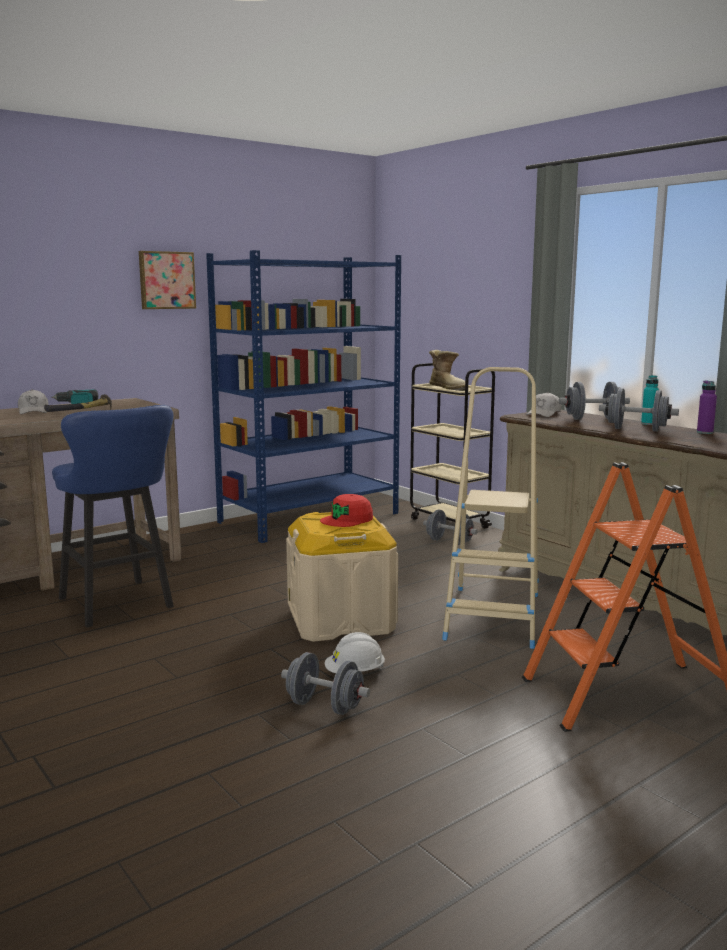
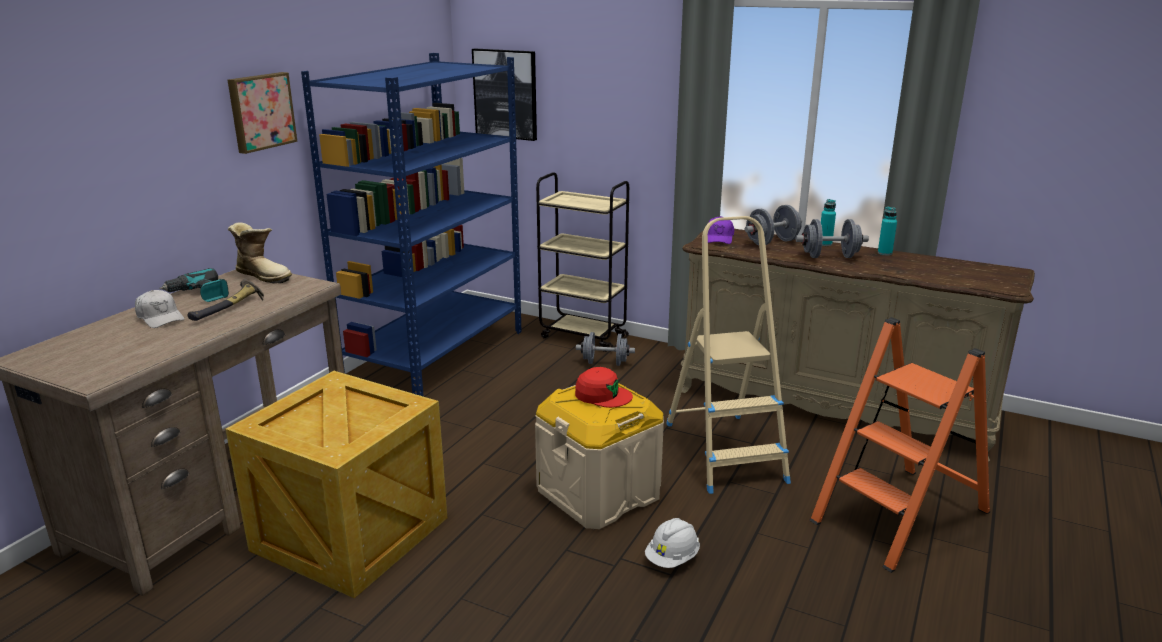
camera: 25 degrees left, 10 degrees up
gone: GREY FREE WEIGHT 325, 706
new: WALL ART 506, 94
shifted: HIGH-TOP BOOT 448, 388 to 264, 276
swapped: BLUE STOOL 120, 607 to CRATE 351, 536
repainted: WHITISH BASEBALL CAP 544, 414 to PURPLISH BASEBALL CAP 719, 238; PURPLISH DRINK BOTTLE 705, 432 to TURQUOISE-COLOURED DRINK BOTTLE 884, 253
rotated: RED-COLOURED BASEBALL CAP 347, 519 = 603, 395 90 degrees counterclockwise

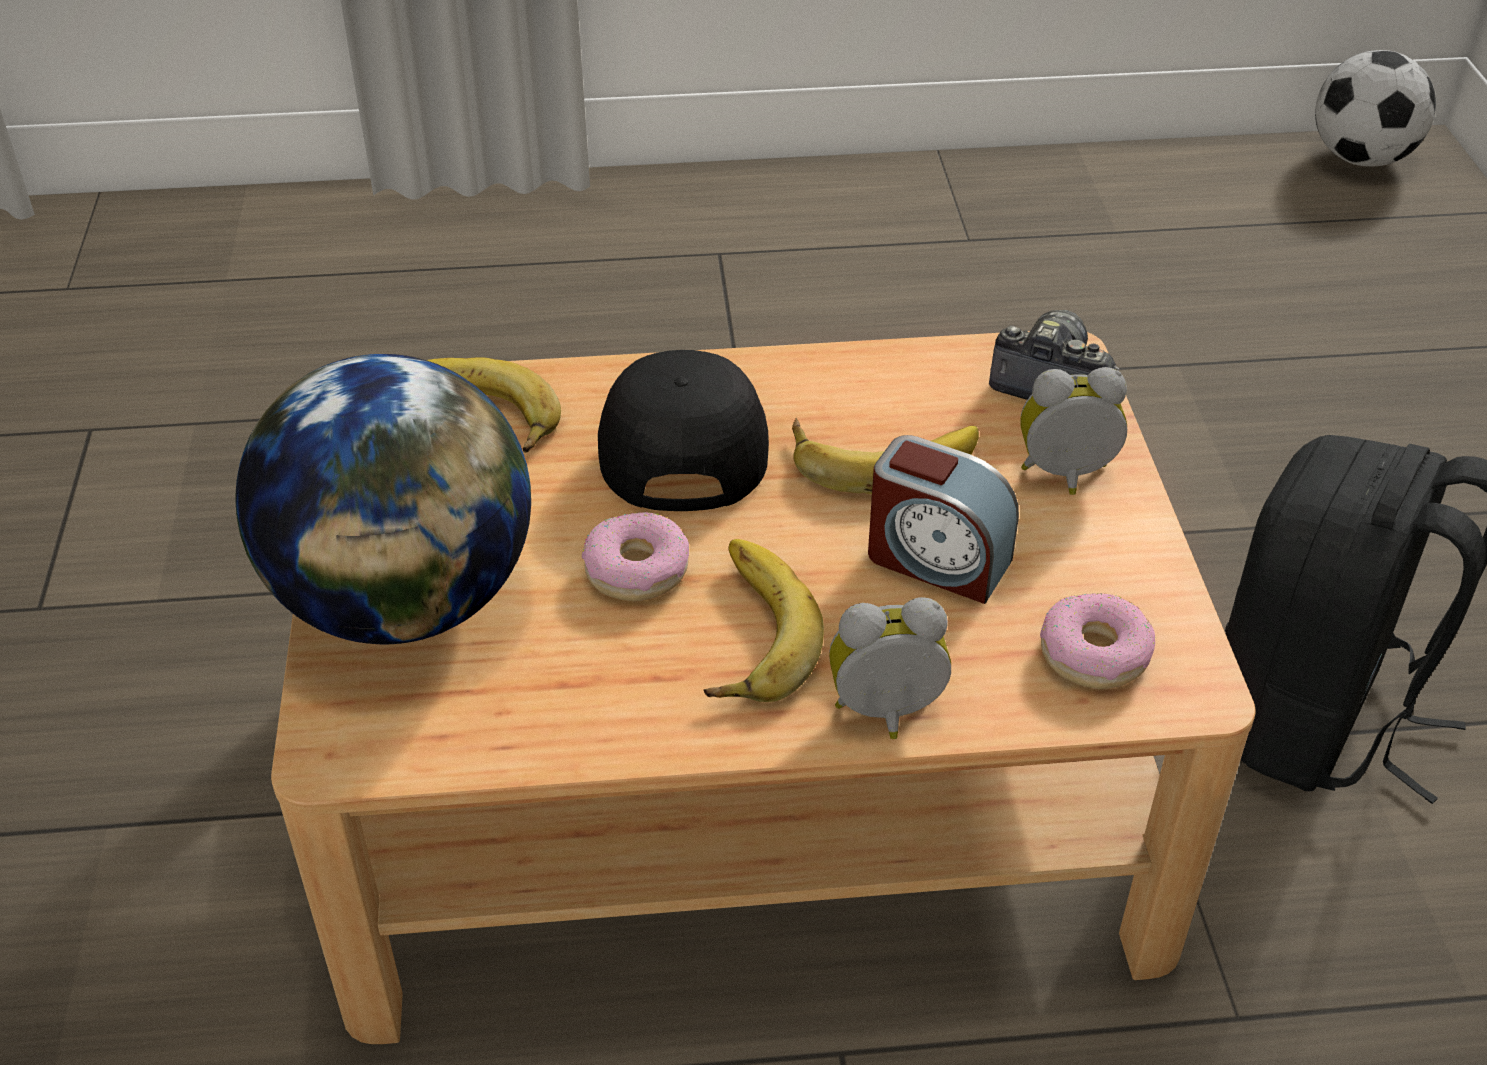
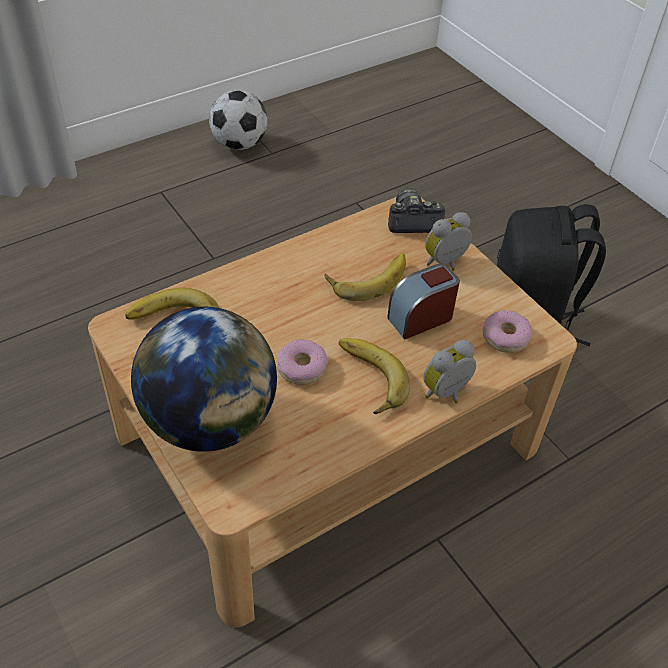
camera: 30 degrees left, 5 degrees up
gone: BLACK-COLOURED BASEBALL CAP 680, 442
shifted: FOOTBALL BALL 1361, 158 to 239, 144
rotated: BEDSIDE CLOCK 936, 560 = 420, 318 150 degrees clockwise

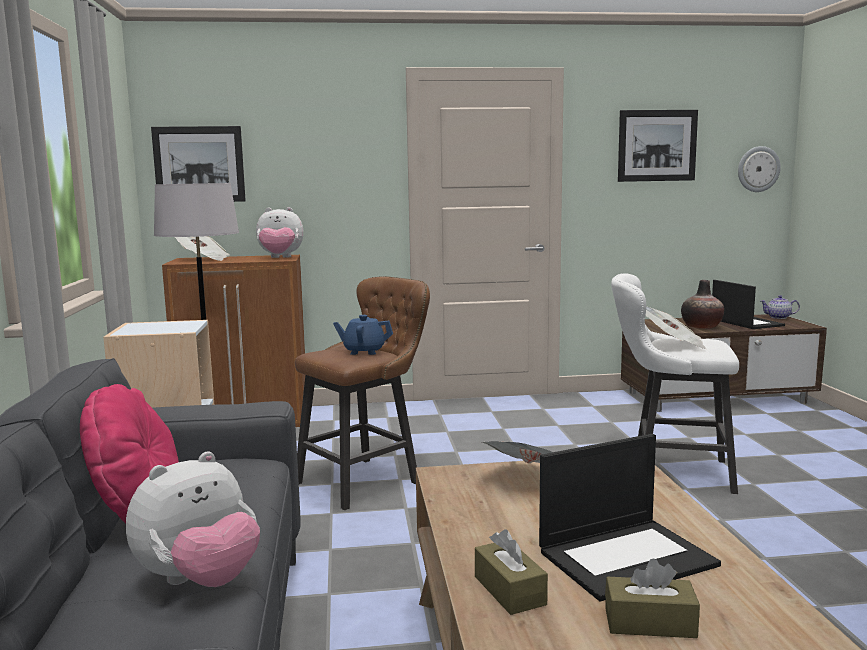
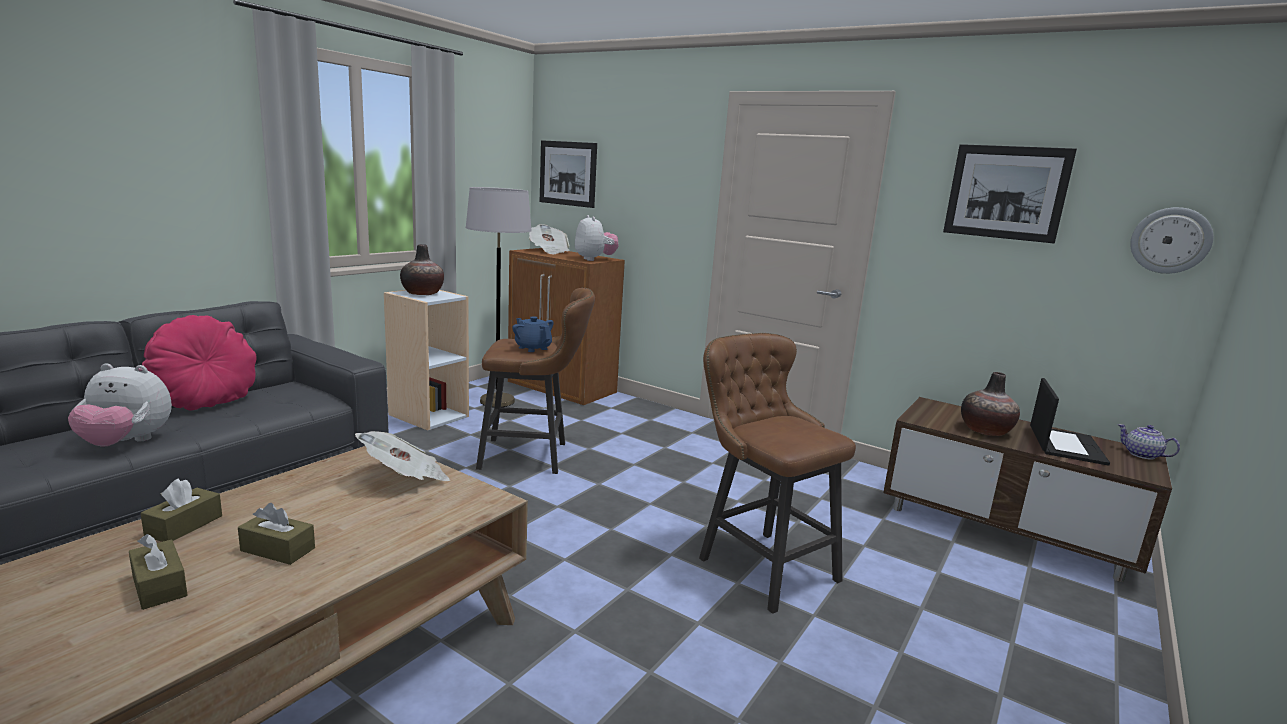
camera: 40 degrees right, 5 degrees up
gone: NEWSPAPER 673, 344
new: DECORATIVE VASE 423, 293
swapped: NOTEBOOK COMPUTER 627, 557 to BROWN TISSUE HOLDER 278, 549
repainted: WHITISH STOOL 666, 472 to BROWN STOOL 757, 561
rotated: PLUSH TOY 280, 258 = 594, 259 150 degrees counterclockwise

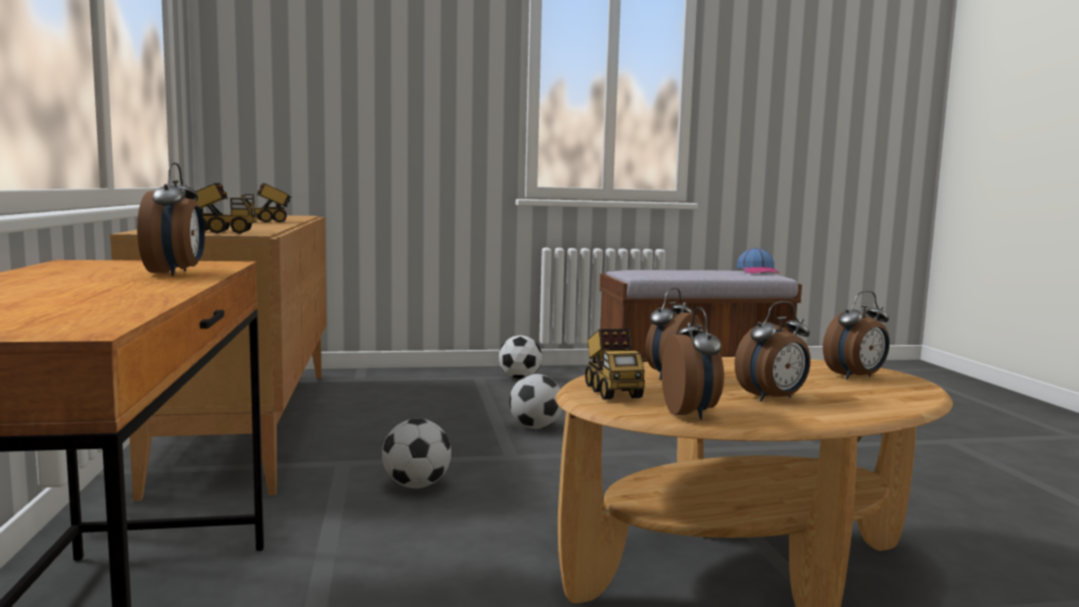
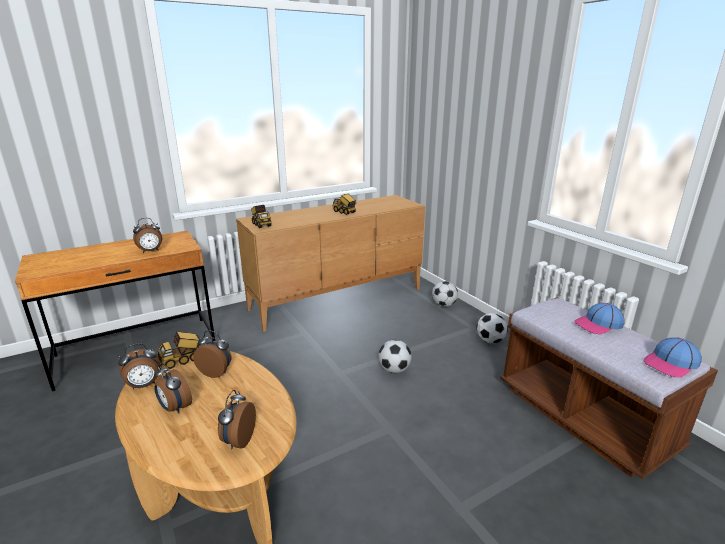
camera: 70 degrees right, 15 degrees up
new: BASEBALL CAP 598, 324
shifted: FOOTBALL BALL 416, 485 to 444, 305
rotated: BEDSIDE CLOCK 856, 377 = 238, 440 60 degrees clockwise

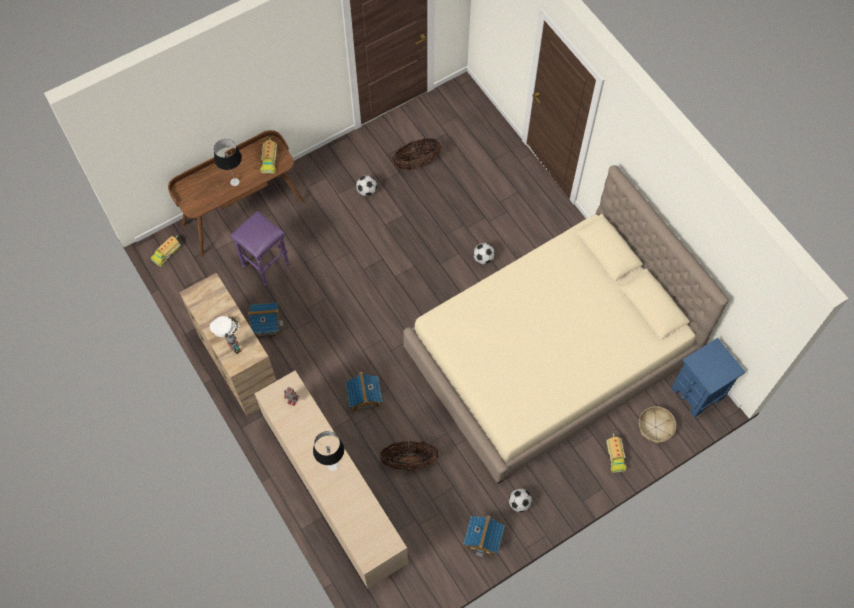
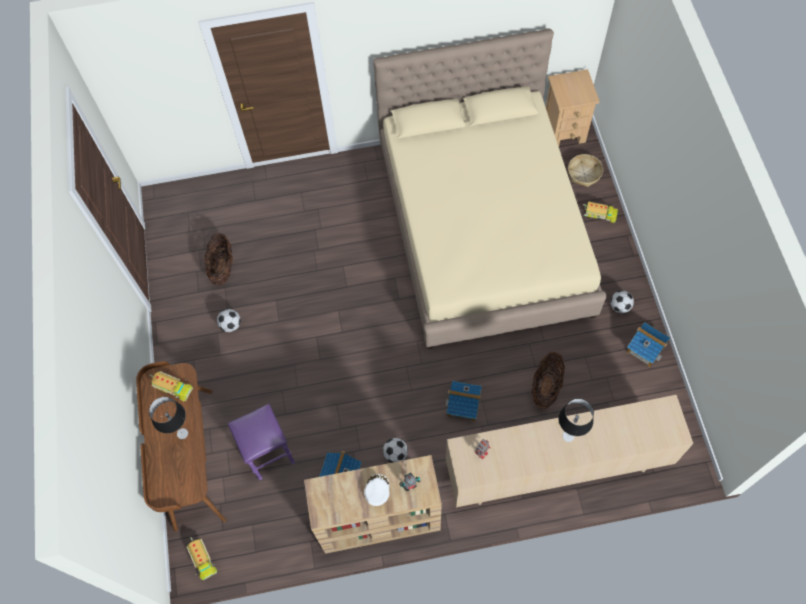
camera: 65 degrees left, 0 degrees up
shifted: FOOTBALL BALL 483, 258 to 395, 454
repainted: BLUE NIGHTSTAND 697, 394 to BEIGE-COLOURED NIGHTSTAND 564, 132

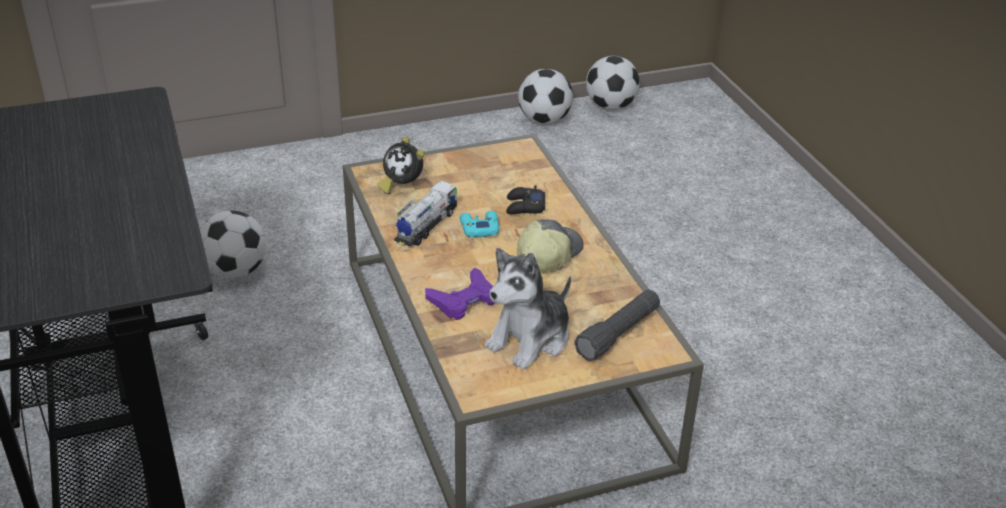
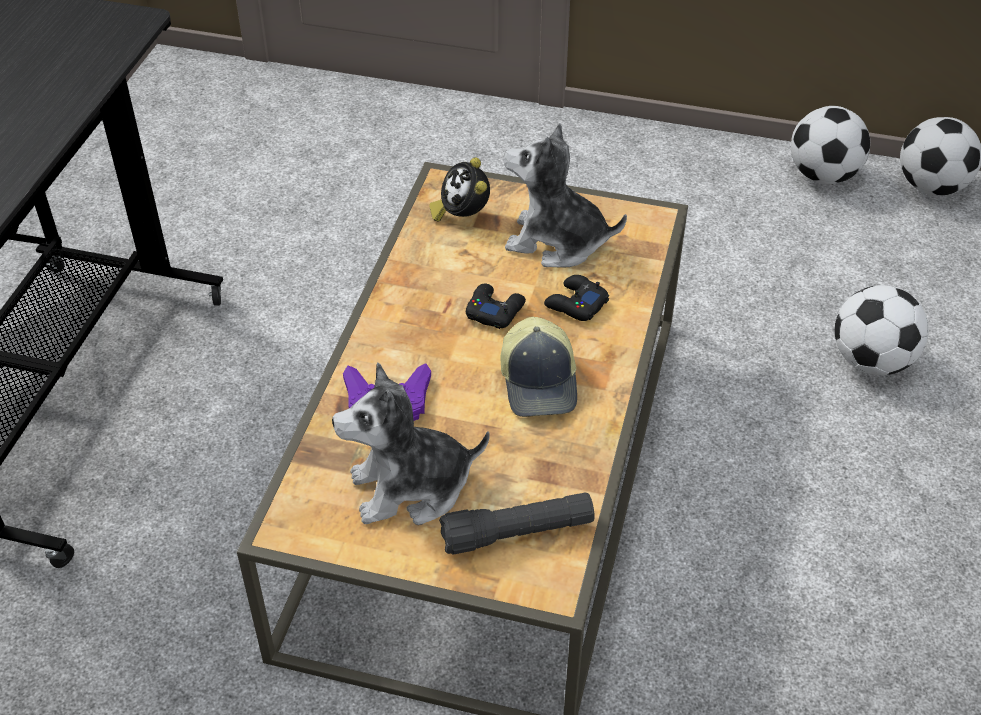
camera: 35 degrees right, 10 degrees up
gone: TOY LORRY 426, 226
new: PLUSH TOY 556, 242
shifted: FOOTBALL BALL 236, 271 to 872, 361
repainted: TURQUOISE-COLOURED GAME CONTROLLER 479, 228 to BLACK-COLOURED GAME CONTROLLER 494, 310
rotated: BASEBALL CAP 548, 254 = 540, 382 105 degrees clockwise

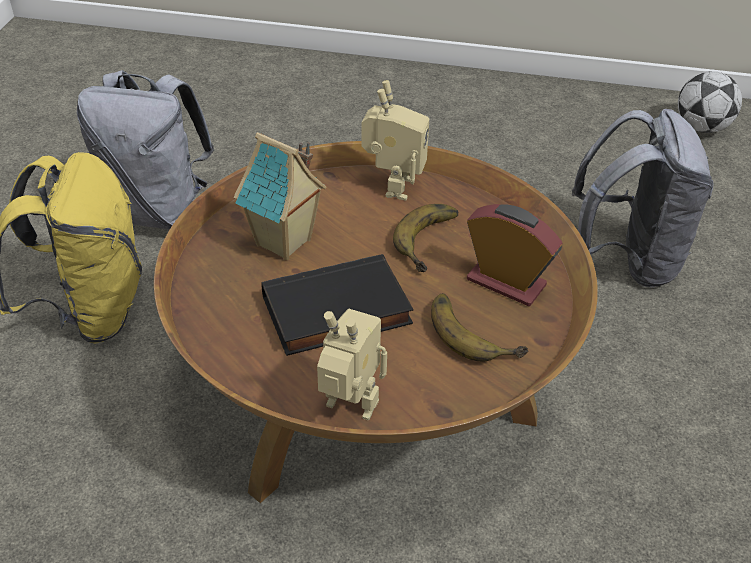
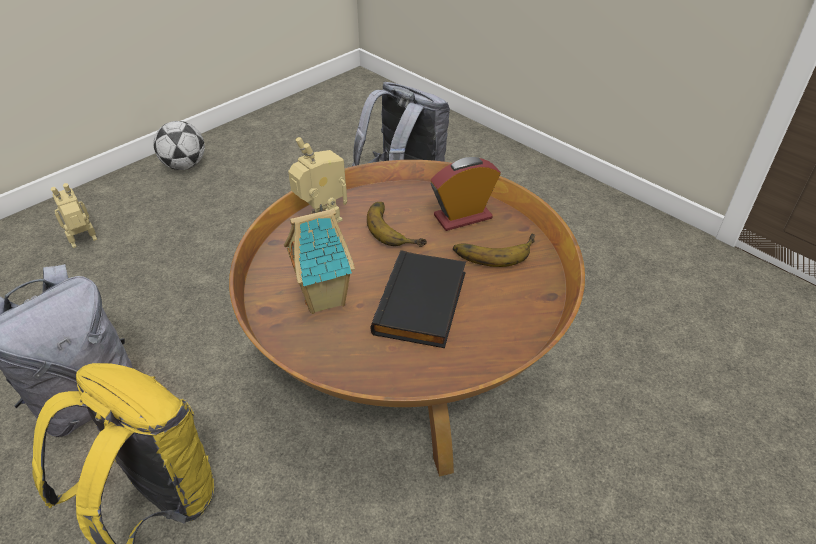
camera: 55 degrees left, 0 degrees up
shifted: TOY ROBOT 349, 410 to 84, 242; FOOTBALL BALL 701, 128 to 185, 166

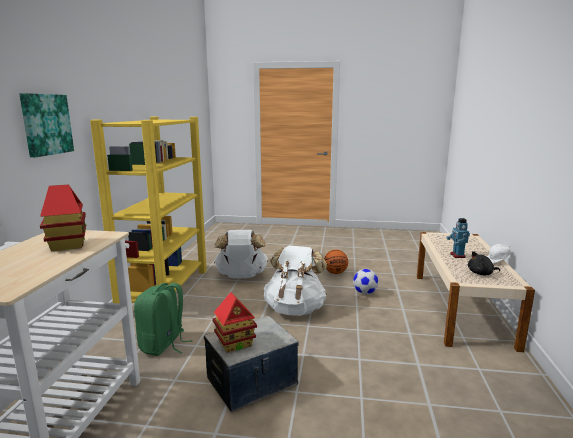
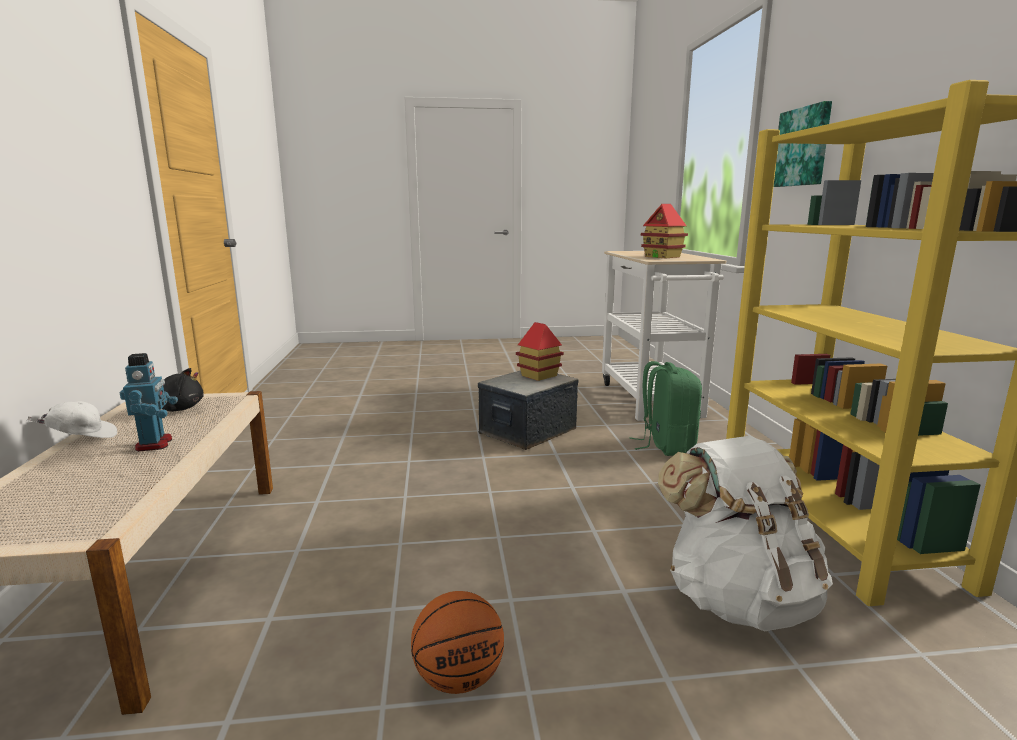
camera: 165 degrees right, 0 degrees up
gone: WHITISH KNAPSACK 295, 309; FOOTBALL BALL 364, 293

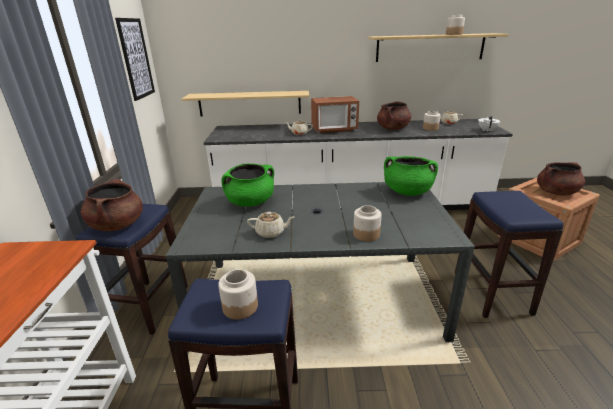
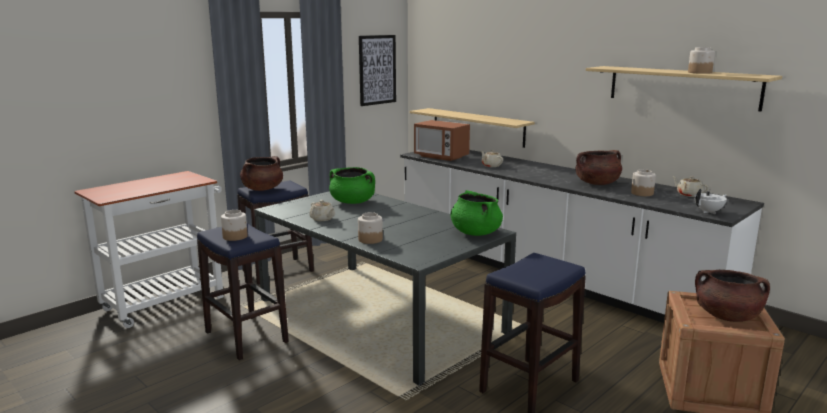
camera: 45 degrees right, 10 degrees down
shifted: MICROWAVE 334, 129 to 441, 157

